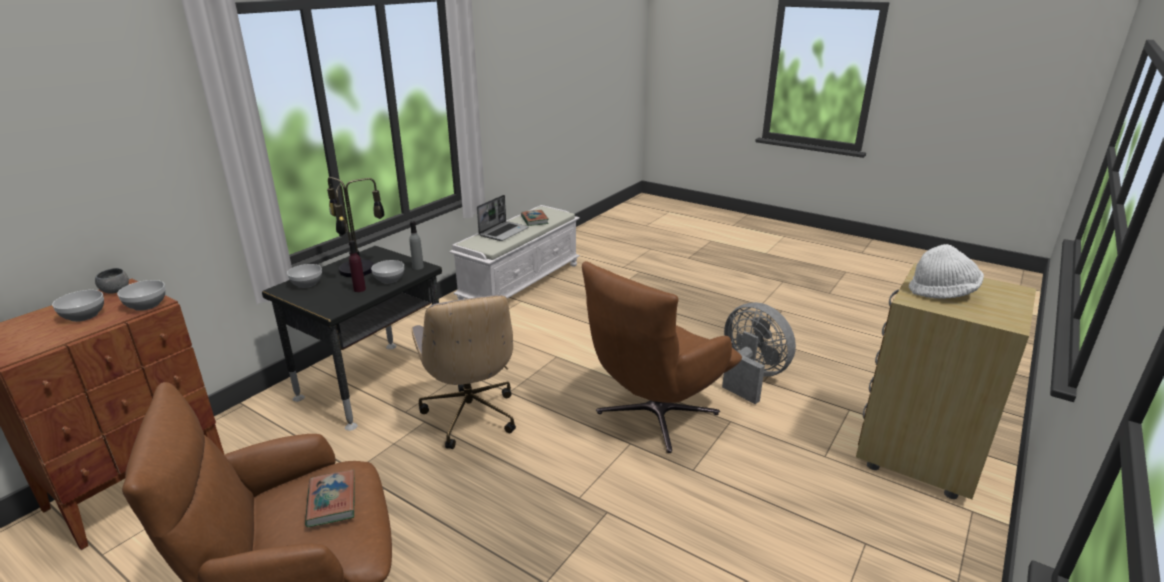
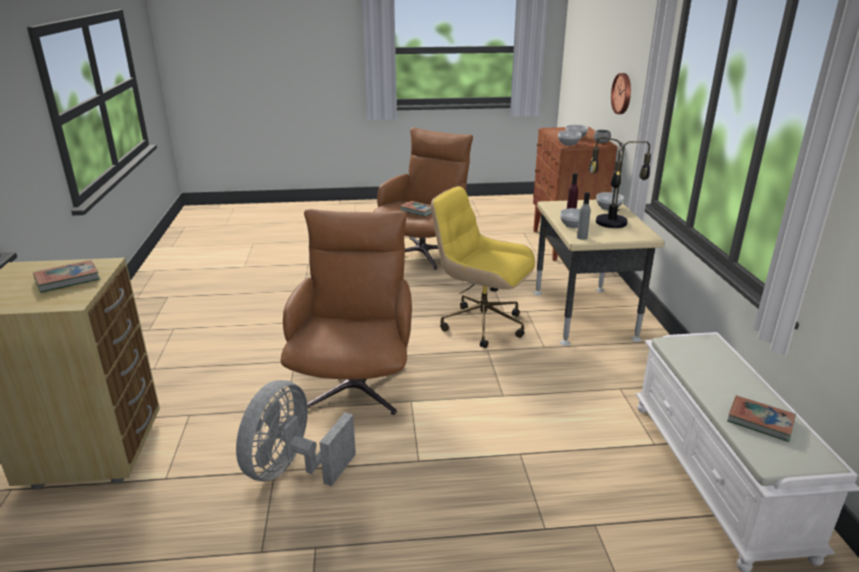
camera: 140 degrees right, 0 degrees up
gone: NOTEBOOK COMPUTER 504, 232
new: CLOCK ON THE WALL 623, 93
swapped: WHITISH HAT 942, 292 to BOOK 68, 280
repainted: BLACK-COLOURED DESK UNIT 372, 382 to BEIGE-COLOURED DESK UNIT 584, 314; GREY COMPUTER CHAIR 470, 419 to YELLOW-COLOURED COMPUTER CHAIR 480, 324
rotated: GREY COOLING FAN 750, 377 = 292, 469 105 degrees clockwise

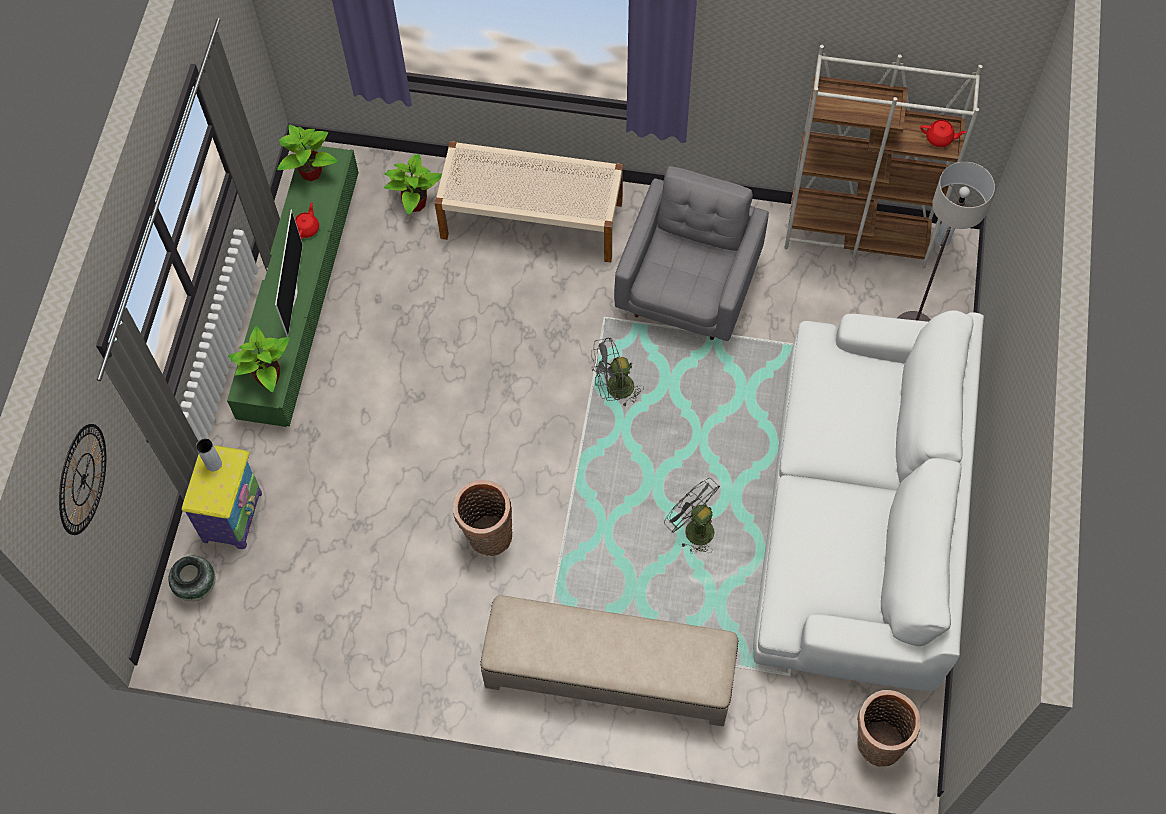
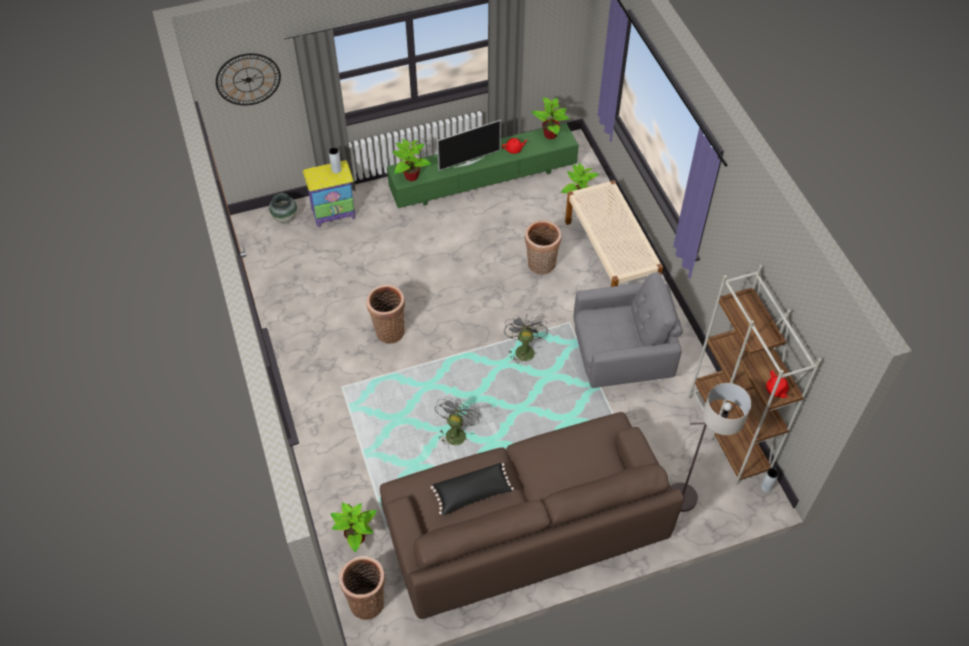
camera: 60 degrees right, 10 degrees down
gone: BEIGE-COLOURED LONG SEAT 608, 671
new: HOUSEPLANT 357, 538; BLACK-COLOURED THROW PILLOW 472, 493; HOUSEHOLD BASKET 541, 265
repainted: WHITISH SETTEE 859, 512 to BROWN SETTEE 524, 522
rotated: GREY COOLING FAN 614, 389 = 523, 349 45 degrees clockwise

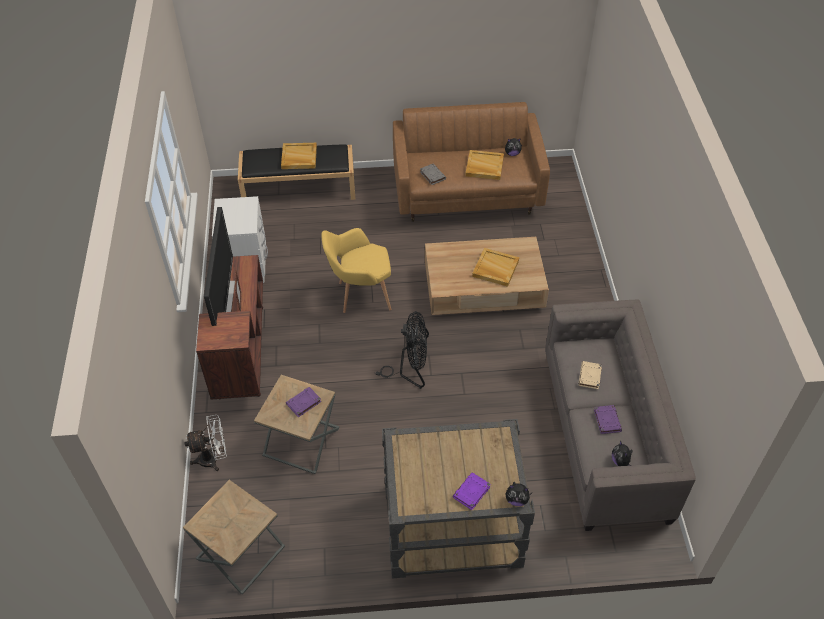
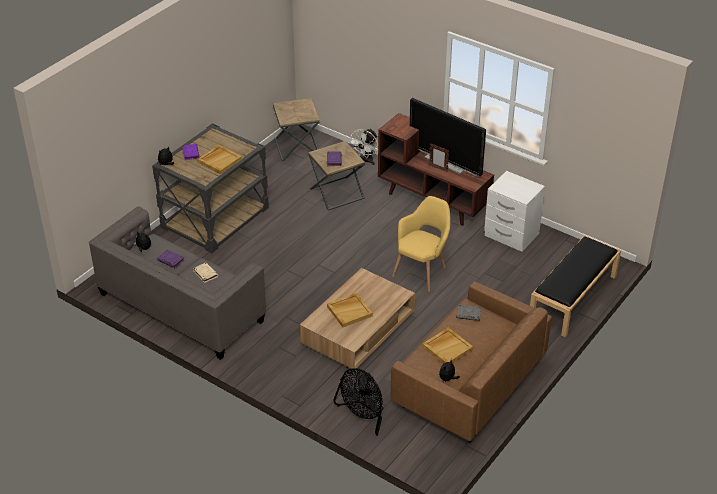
camera: 130 degrees right, 10 degrees down
shifted: BEIGE-COLOURED SERVING TRAY 298, 157 to 219, 160; BLACK-COLOURED COOLING FAN 410, 365 to 363, 413

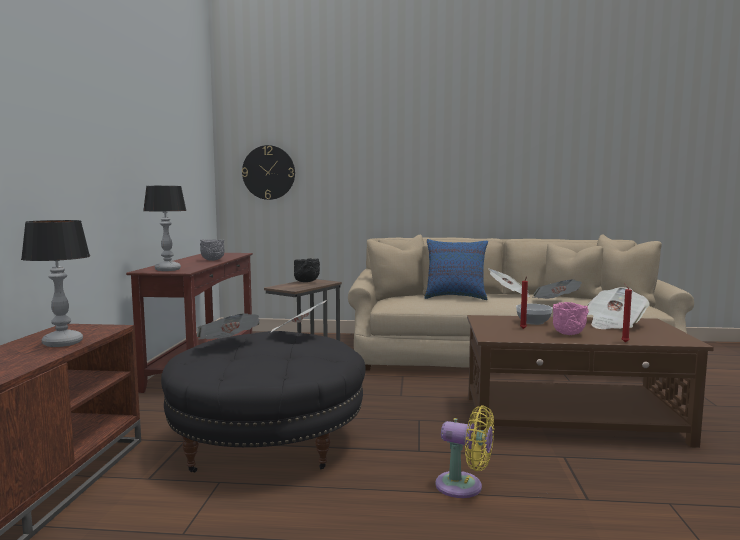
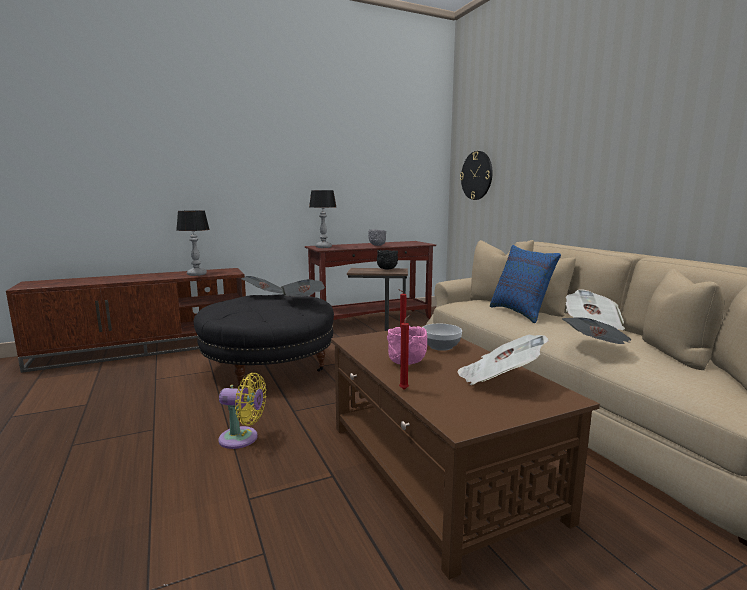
camera: 60 degrees right, 5 degrees up
rotated: YELLOW-COLOURED COOLING FAN 464, 487 = 242, 439 75 degrees counterclockwise

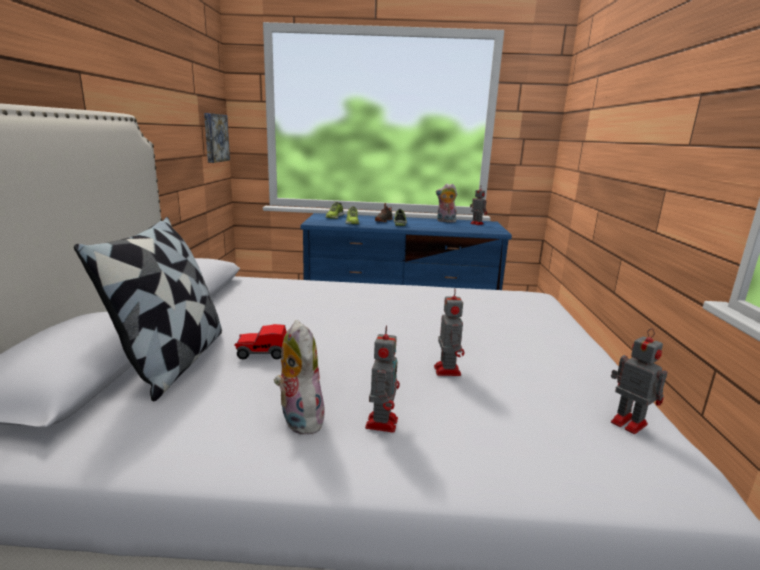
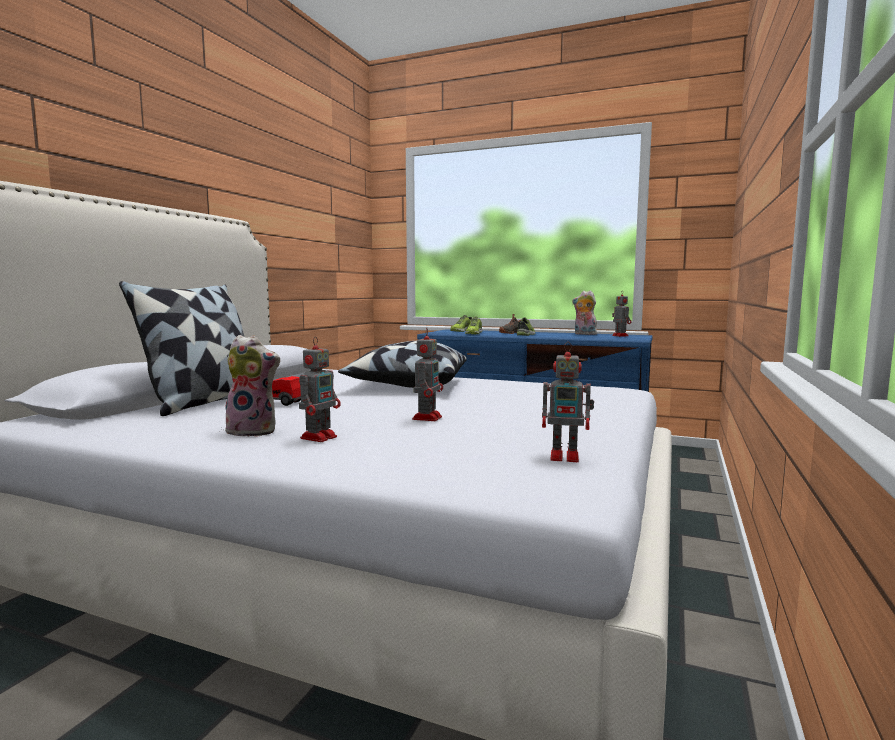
camera: 20 degrees right, 10 degrees down
gone: WALL ART 215, 138
new: THROW PILLOW 407, 385
rotated: PLUSH TOY 298, 419 = 254, 431 105 degrees clockwise; TOY ROBOT 627, 422 = 566, 456 120 degrees clockwise

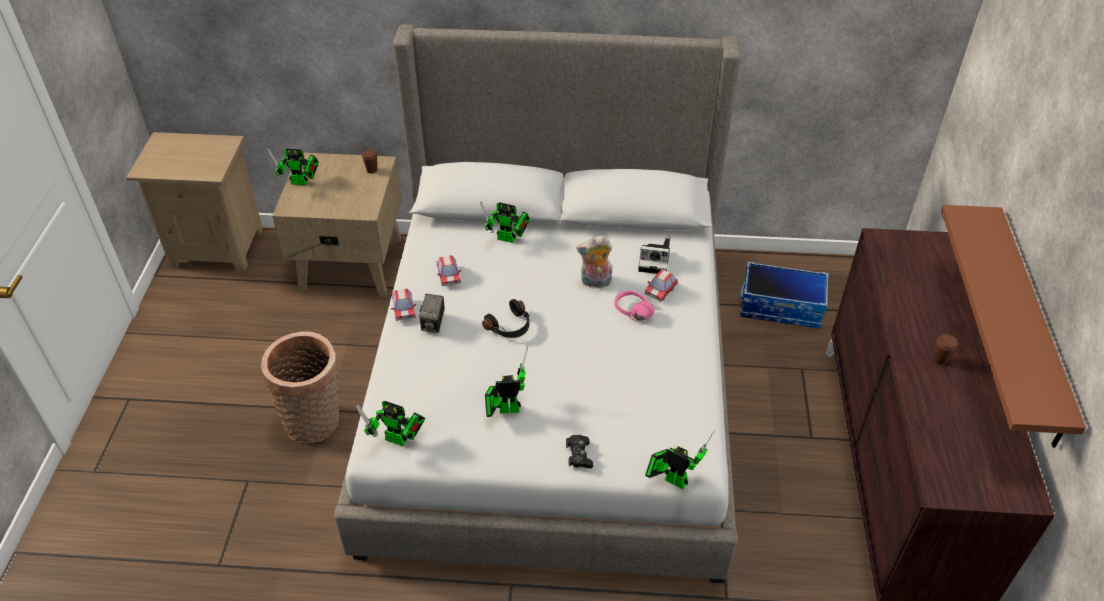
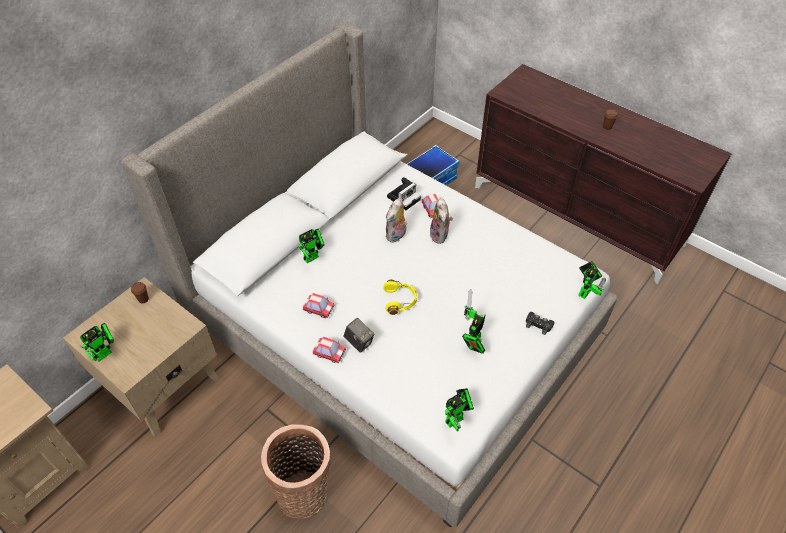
camera: 55 degrees left, 5 degrees up
gone: BROWN BRACKET SHELF 1029, 326
swapped: PINK HEADSET 629, 315 to PLUSH TOY 440, 235
repainted: BLACK-COLOURED HEADSET 510, 327 to YELLOW-COLOURED HEADSET 400, 301
rotated: TOY ROBOT 672, 479 = 586, 291 150 degrees clockwise

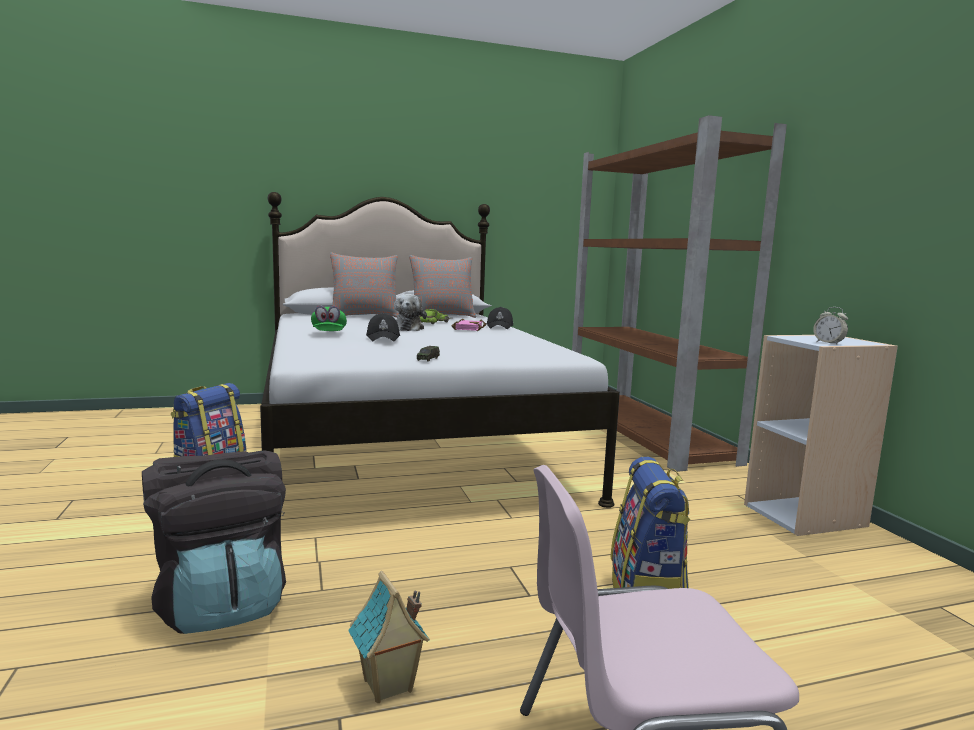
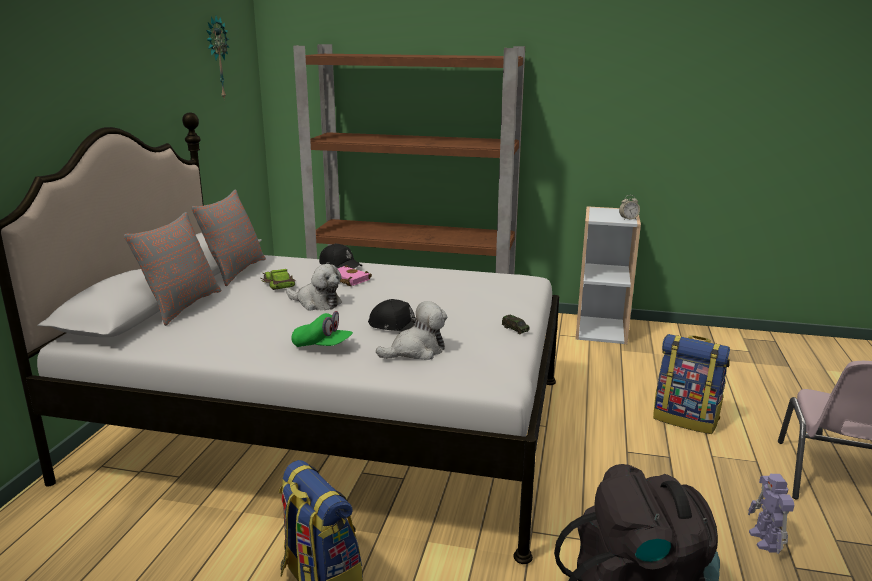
camera: 60 degrees left, 10 degrees up
new: CLOCK ON THE WALL 216, 58; PLUSH TOY 416, 351
swapped: TOY HOUSE 388, 687 to TOY ROBOT 766, 541

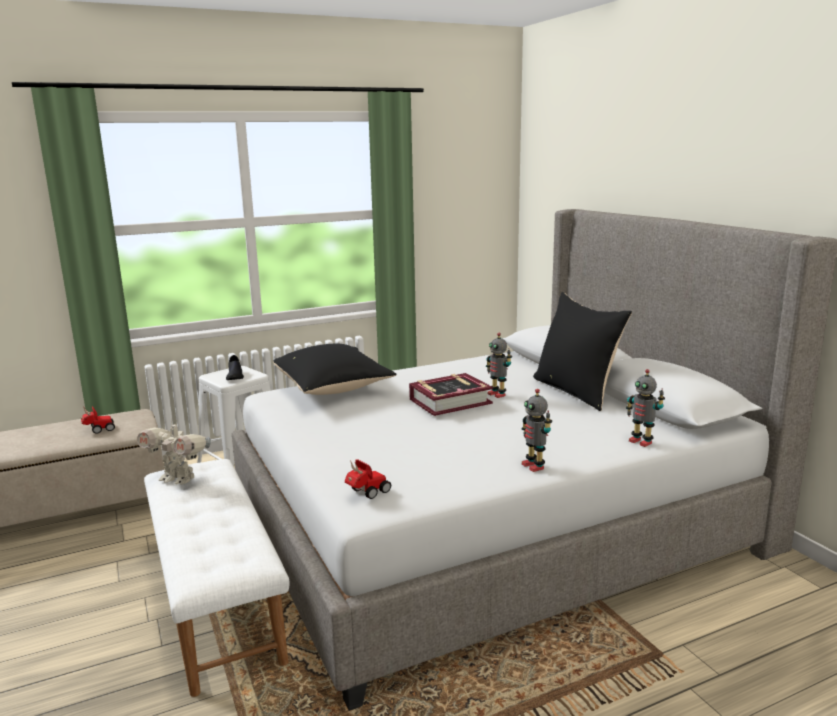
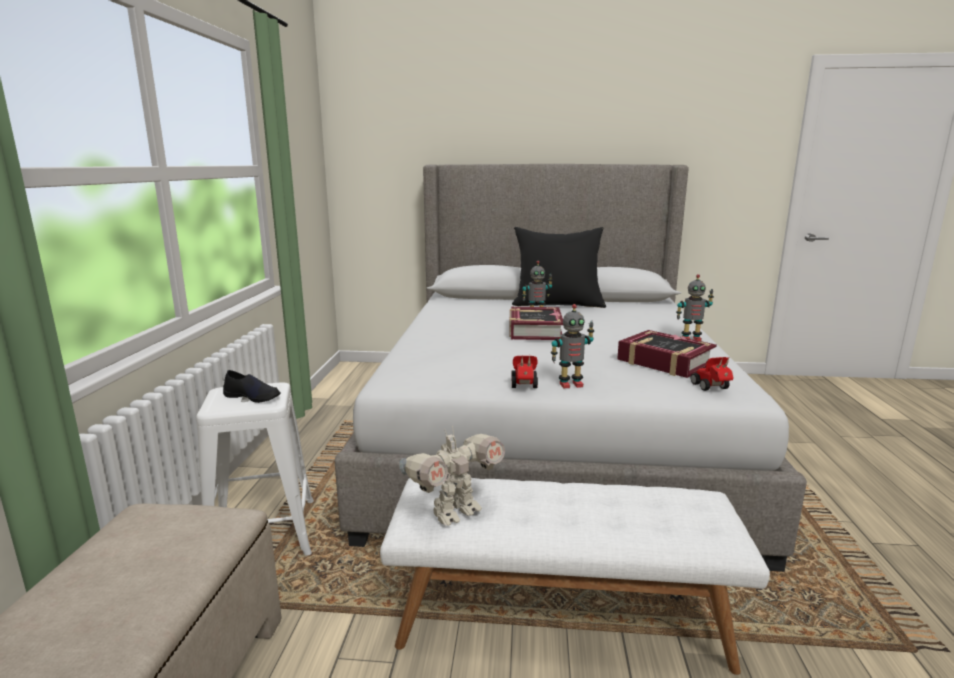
camera: 60 degrees left, 0 degrees up
gone: BLACK-COLOURED THROW PILLOW 334, 389
new: BOOK 664, 362
shifted: MINIATURE CAR 98, 430 to 524, 386; TOY ROBOT 641, 442 to 570, 384

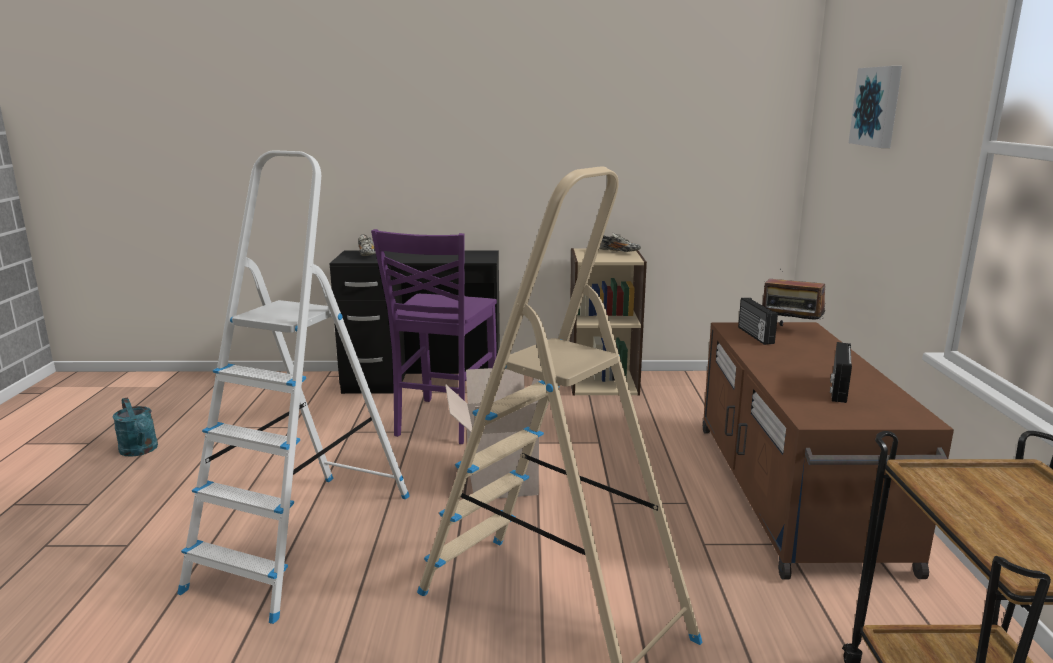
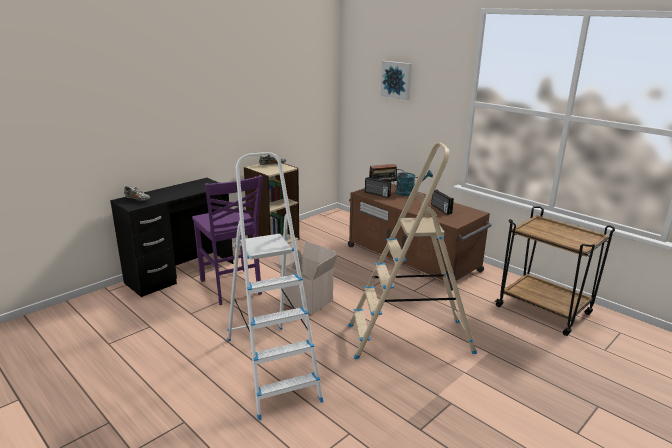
camera: 45 degrees left, 5 degrees up
shifted: TURQUOISE-COLOURED WATERING CAN 141, 451 to 408, 193

